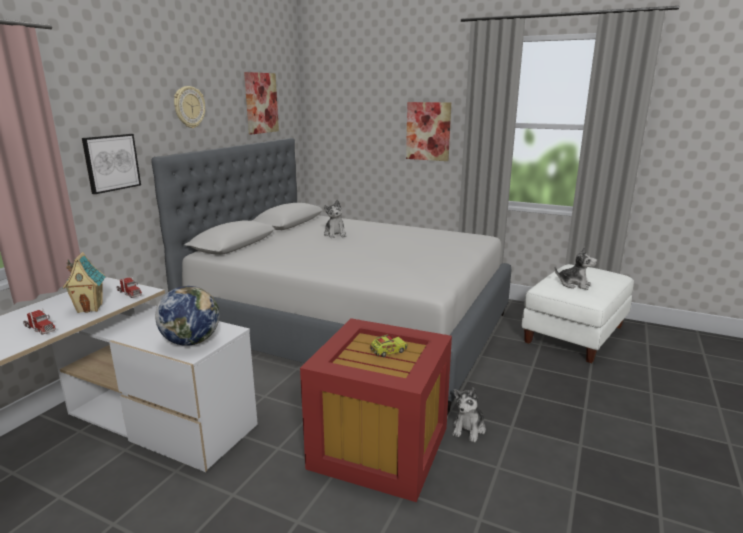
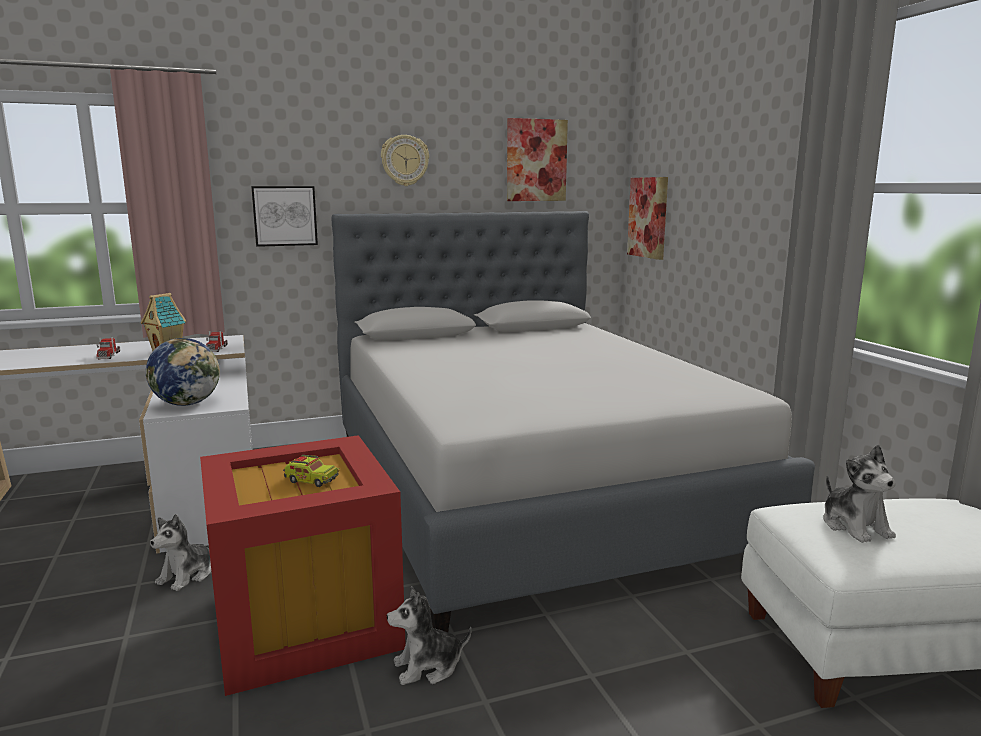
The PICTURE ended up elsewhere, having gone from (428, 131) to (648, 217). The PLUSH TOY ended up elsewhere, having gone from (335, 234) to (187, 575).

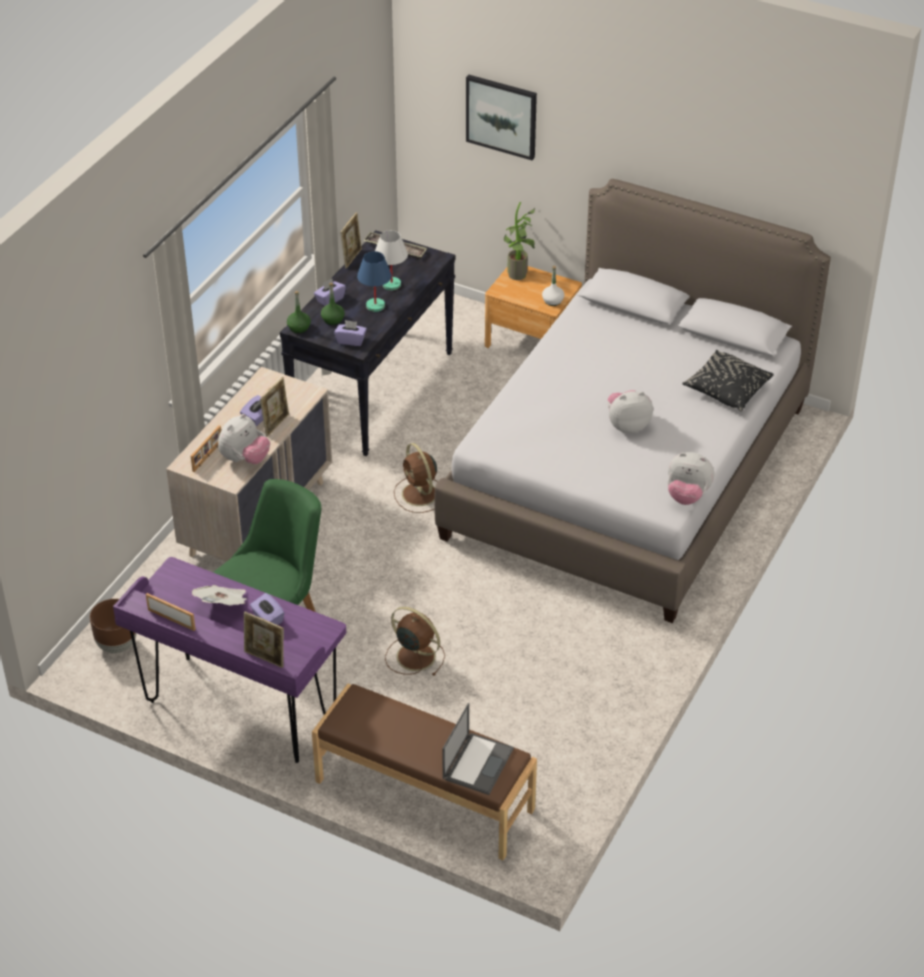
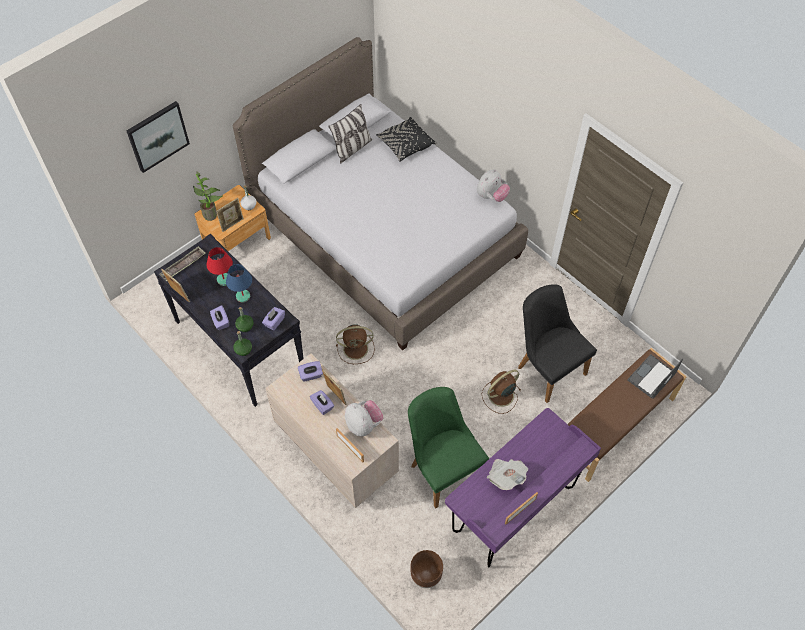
What was the WHITE TABLE LAMP at (392, 285) turned into the RED TABLE LAMP at (224, 280). The second view lost the PLUSH TOY at (627, 425). The PURPLE TISSUE BOX ended up elsewhere, having gone from (267, 619) to (311, 375). The PICTURE FRAME ended up elsewhere, having gone from (265, 658) to (232, 224). The LAPTOP at (478, 763) ended up facing another way, 90 degrees counterclockwise from before. The second view gained the PILLOW at (352, 149). The second view gained the BLACK CHAIR at (547, 366).

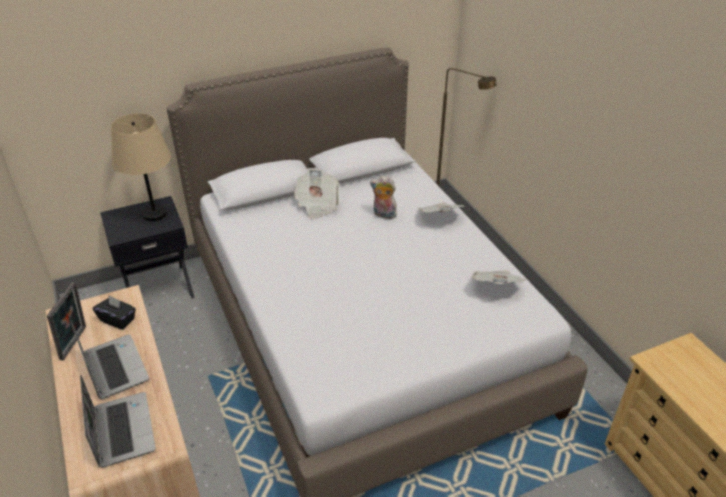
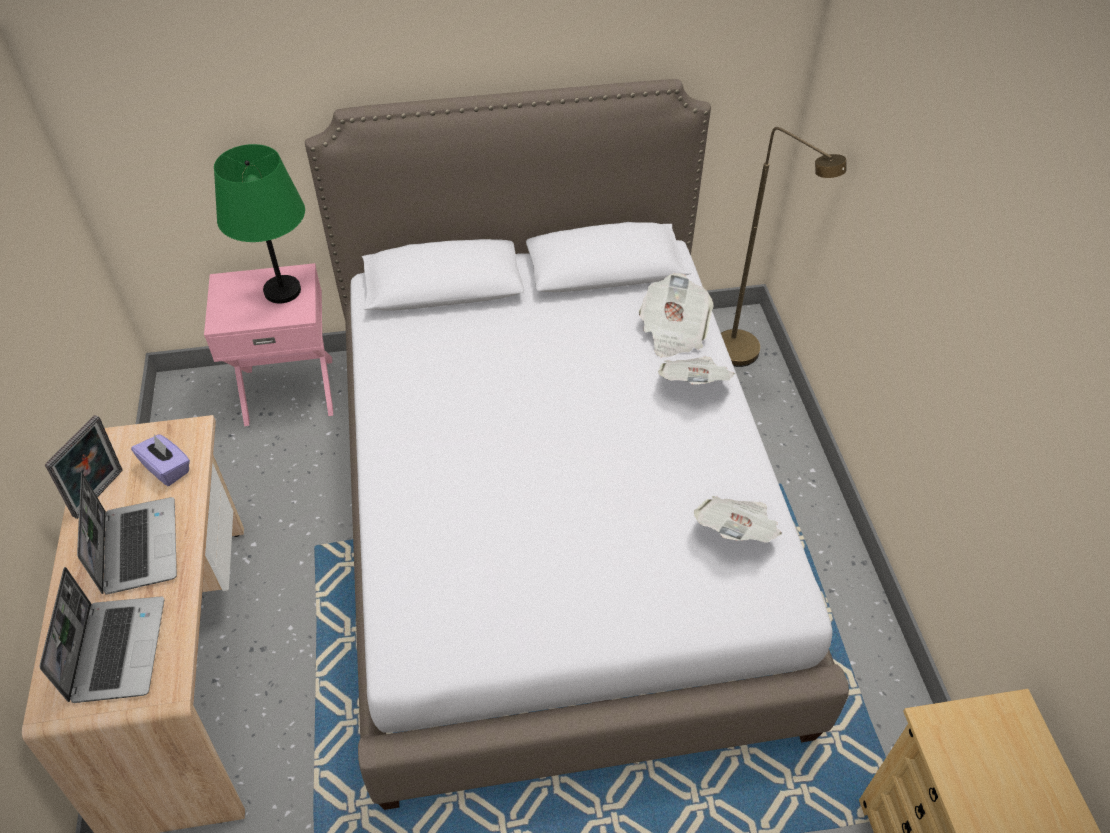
What was the BEIGE TABLE LAMP at (154, 214) turned into the GREEN TABLE LAMP at (282, 291). The NEWSPAPER ended up elsewhere, having gone from (317, 205) to (673, 331). The second view lost the PLUSH TOY at (383, 215). What was the BLACK NIGHTSTAND at (158, 287) turned into the PINK NIGHTSTAND at (289, 389). What was the BLACK TISSUE BOX at (118, 320) turned into the PURPLE TISSUE BOX at (167, 468).

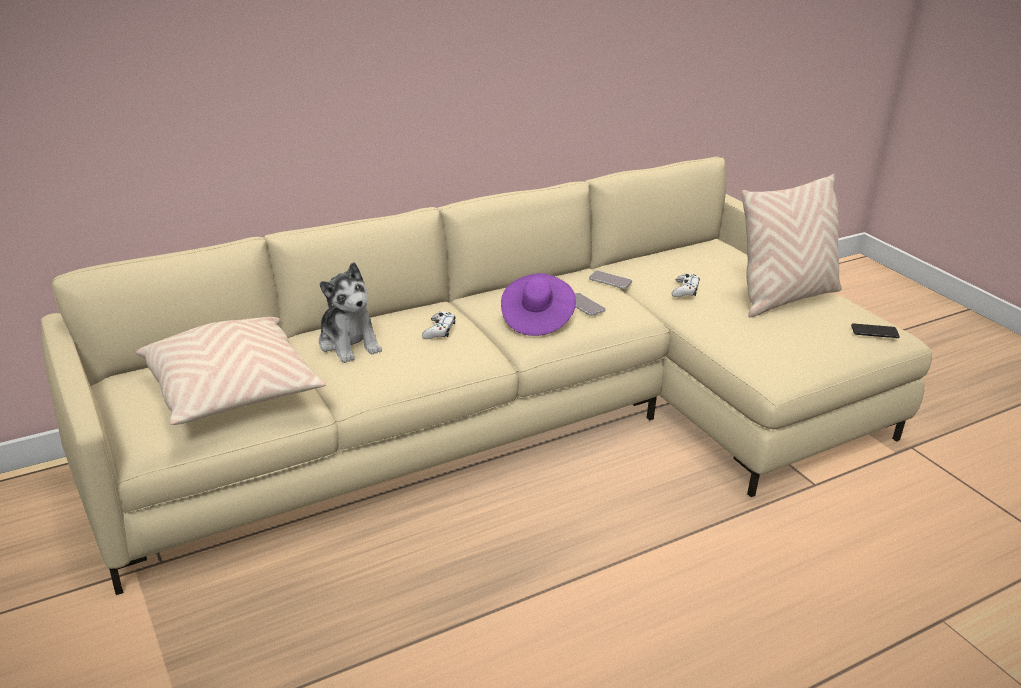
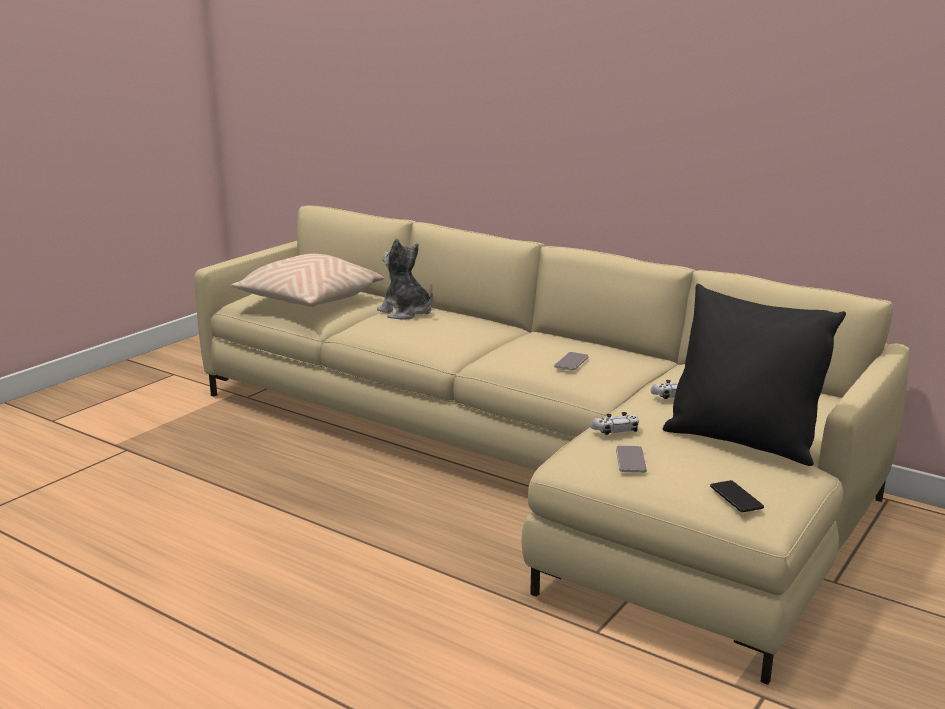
What was the BEIGE PILLOW at (784, 298) turned into the BLACK PILLOW at (741, 442). The PLUSH TOY at (349, 343) ended up facing another way, 105 degrees clockwise from before. The PHONE ended up elsewhere, having gone from (610, 280) to (631, 460). The second view lost the PURPLE HAT at (536, 319). The WHITE GAME CONTROLLER ended up elsewhere, having gone from (439, 330) to (615, 430).

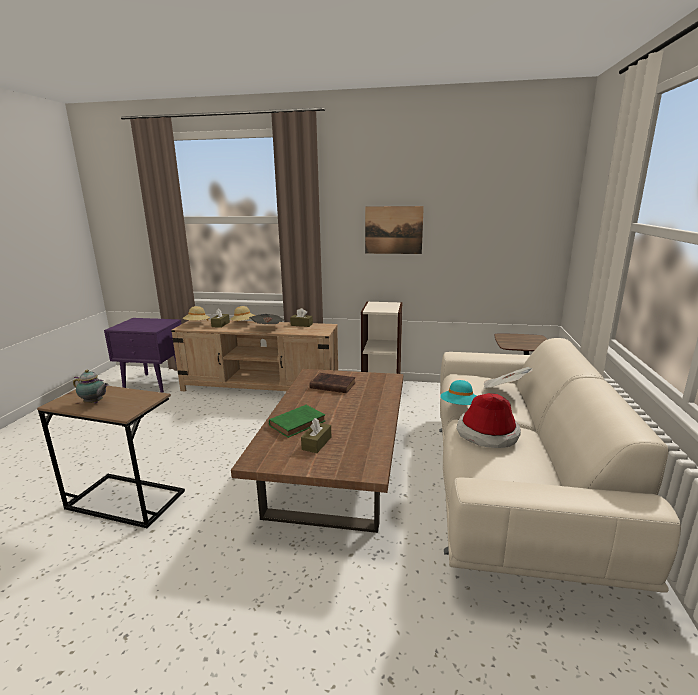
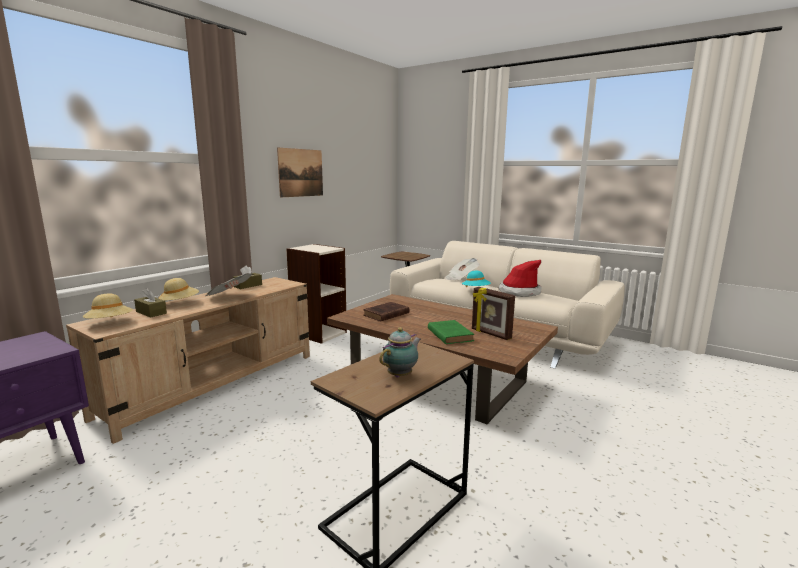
Where the BROWN TISSUE BOX stood at (316, 443), the PICTURE FRAME came to stand at (490, 334).

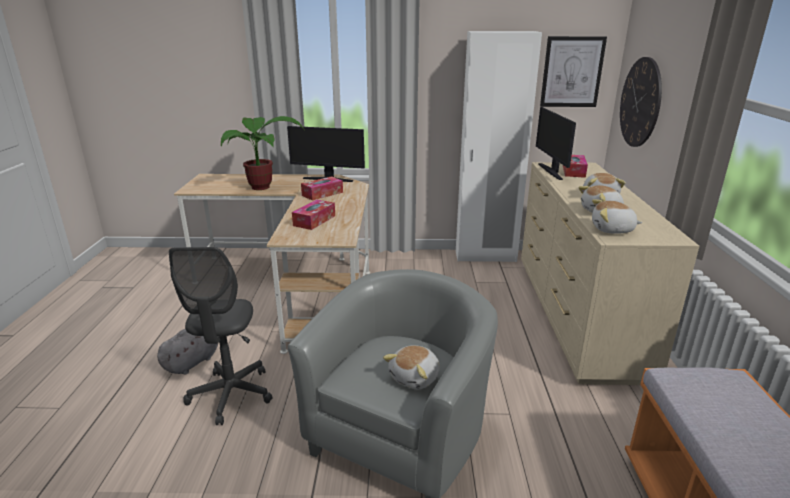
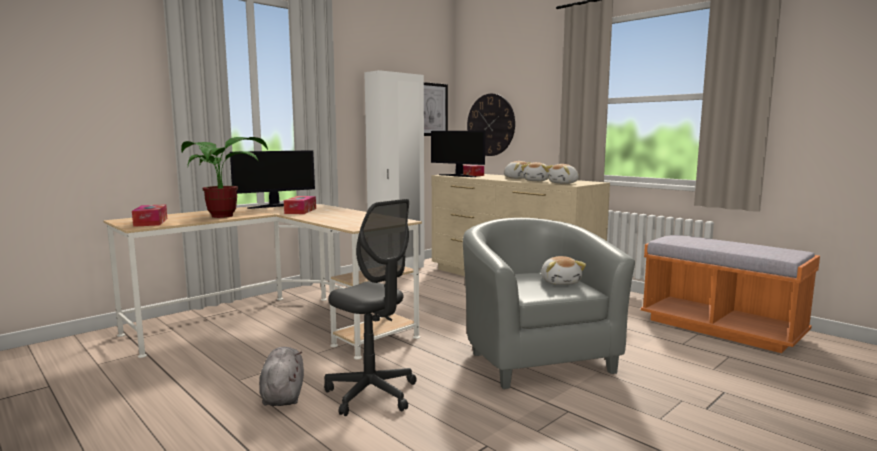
The TISSUE BOX ended up elsewhere, having gone from (314, 220) to (151, 222).

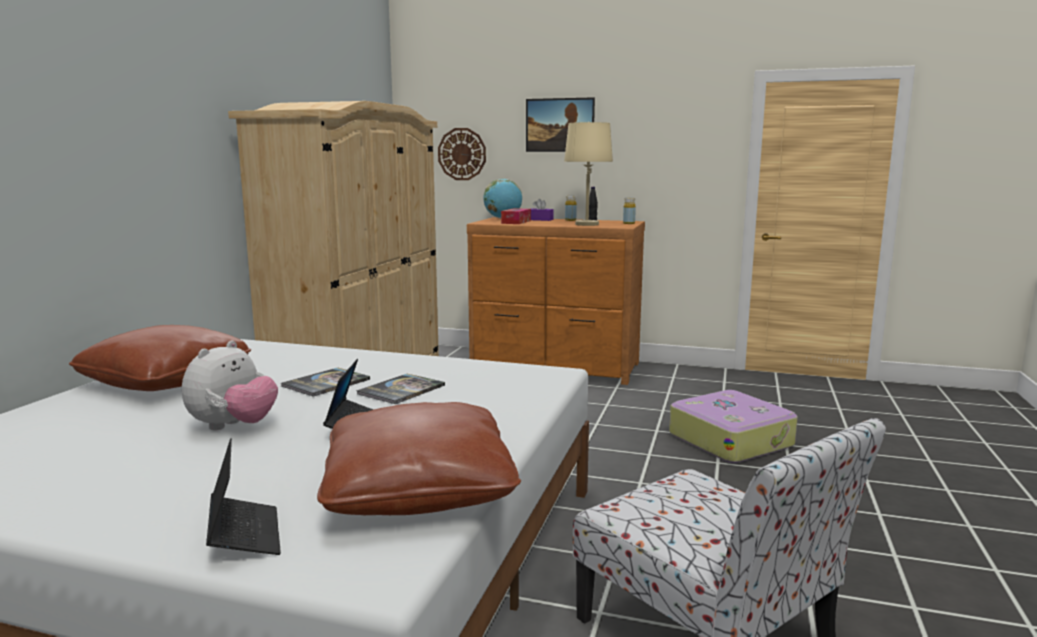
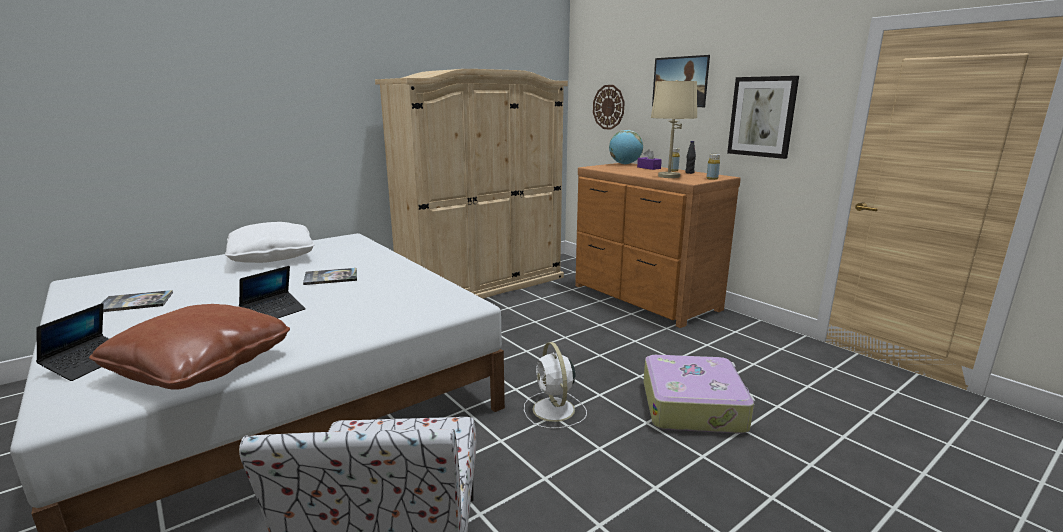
The second view lost the TISSUE BOX at (516, 222). What was the BROWN PILLOW at (166, 381) turned into the WHITE PILLOW at (272, 257). The second view lost the PLUSH TOY at (233, 426). The BOOK ended up elsewhere, having gone from (401, 390) to (135, 302). The second view gained the PICTURE at (762, 117). The second view gained the WHITE FAN at (554, 410).

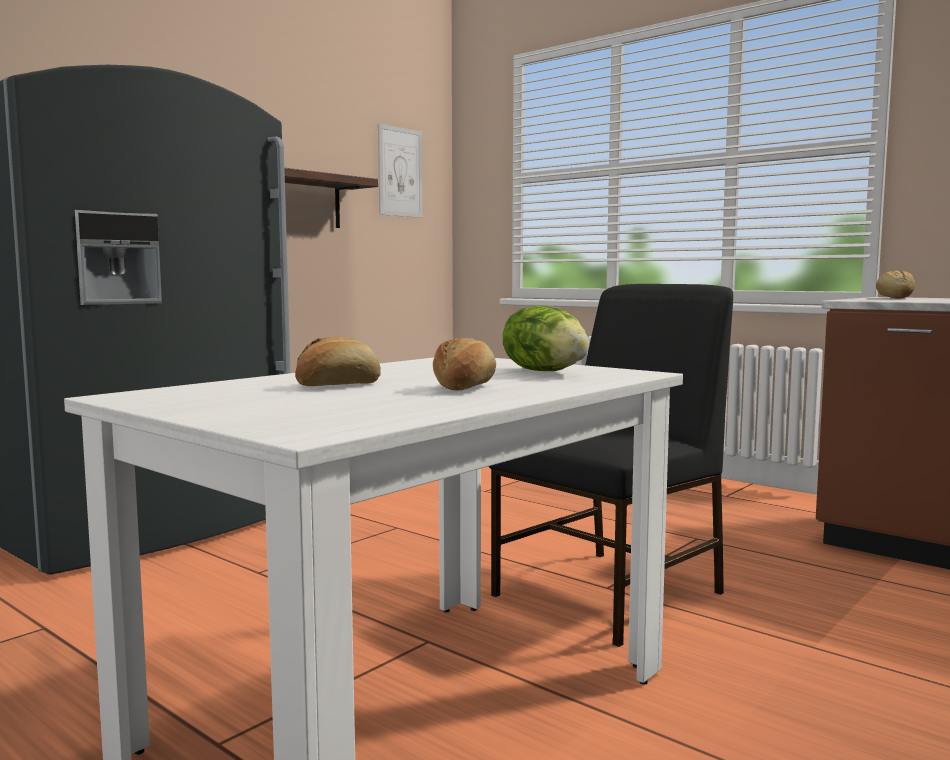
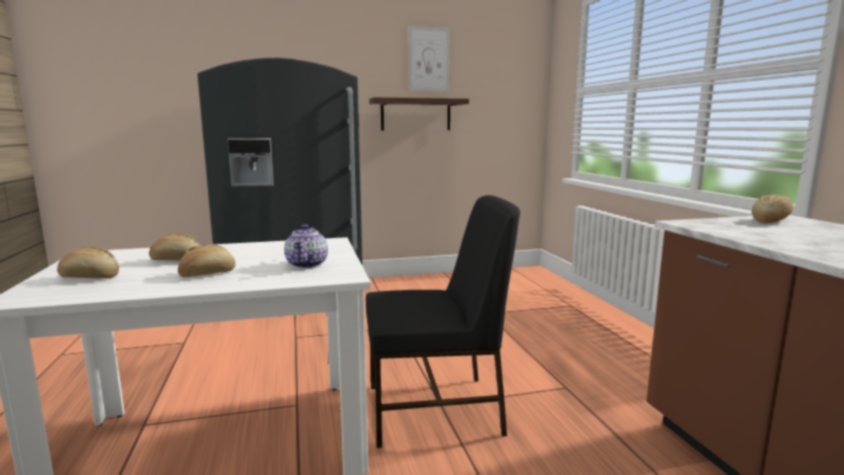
The PICTURE ended up elsewhere, having gone from (400, 172) to (428, 59). Where the LETTUCE stood at (546, 371), the TEAPOT came to stand at (307, 264). The second view gained the BREAD at (90, 277).

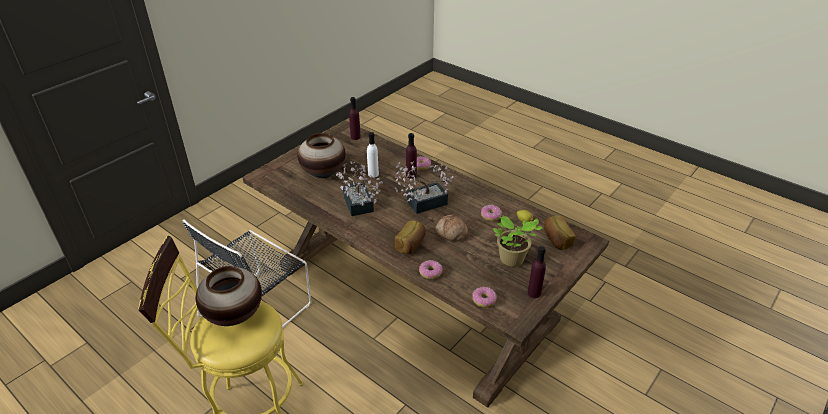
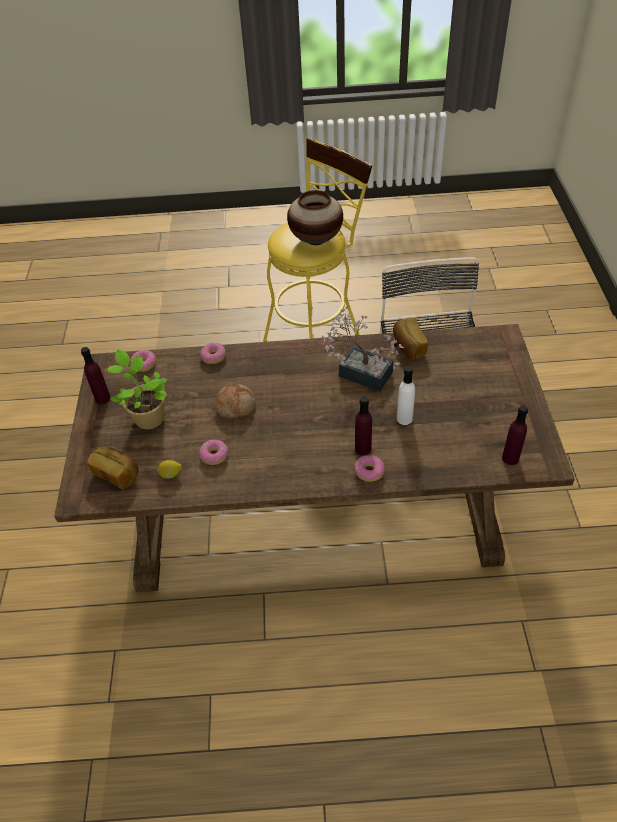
The second view lost the VASE at (323, 173). The second view lost the POTTED PLANT at (422, 203). The BREAD ended up elsewhere, having gone from (411, 244) to (408, 347).

